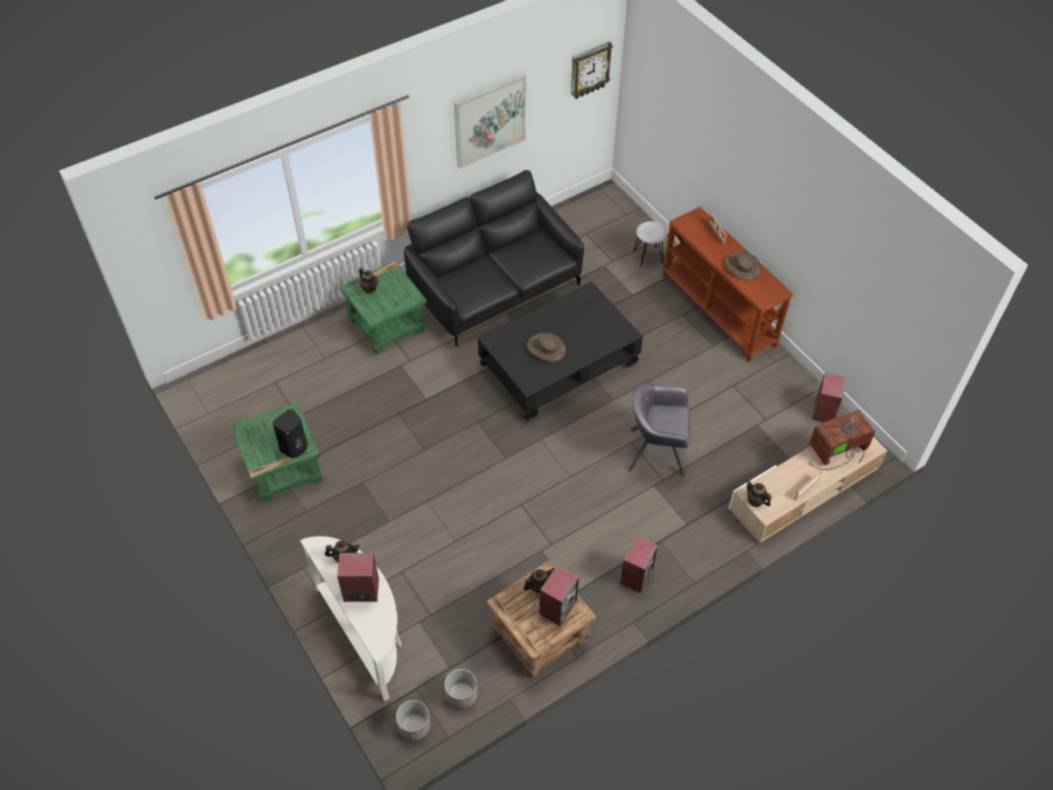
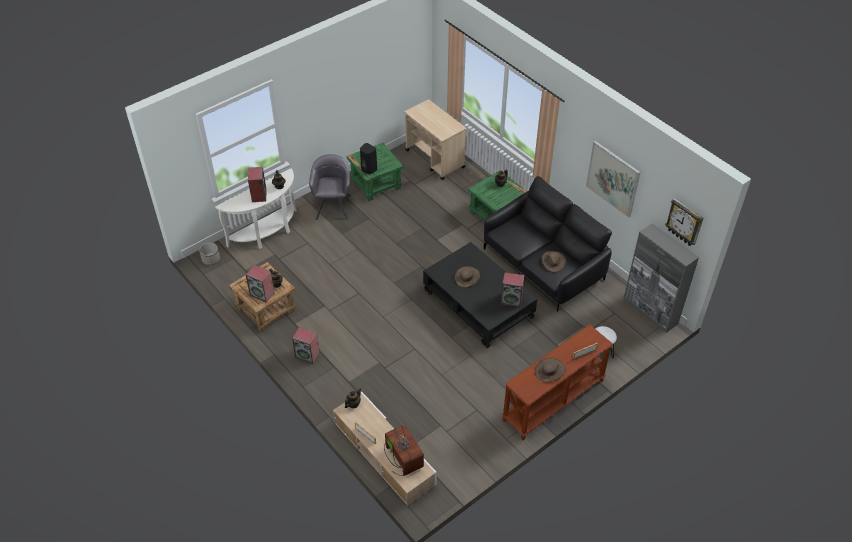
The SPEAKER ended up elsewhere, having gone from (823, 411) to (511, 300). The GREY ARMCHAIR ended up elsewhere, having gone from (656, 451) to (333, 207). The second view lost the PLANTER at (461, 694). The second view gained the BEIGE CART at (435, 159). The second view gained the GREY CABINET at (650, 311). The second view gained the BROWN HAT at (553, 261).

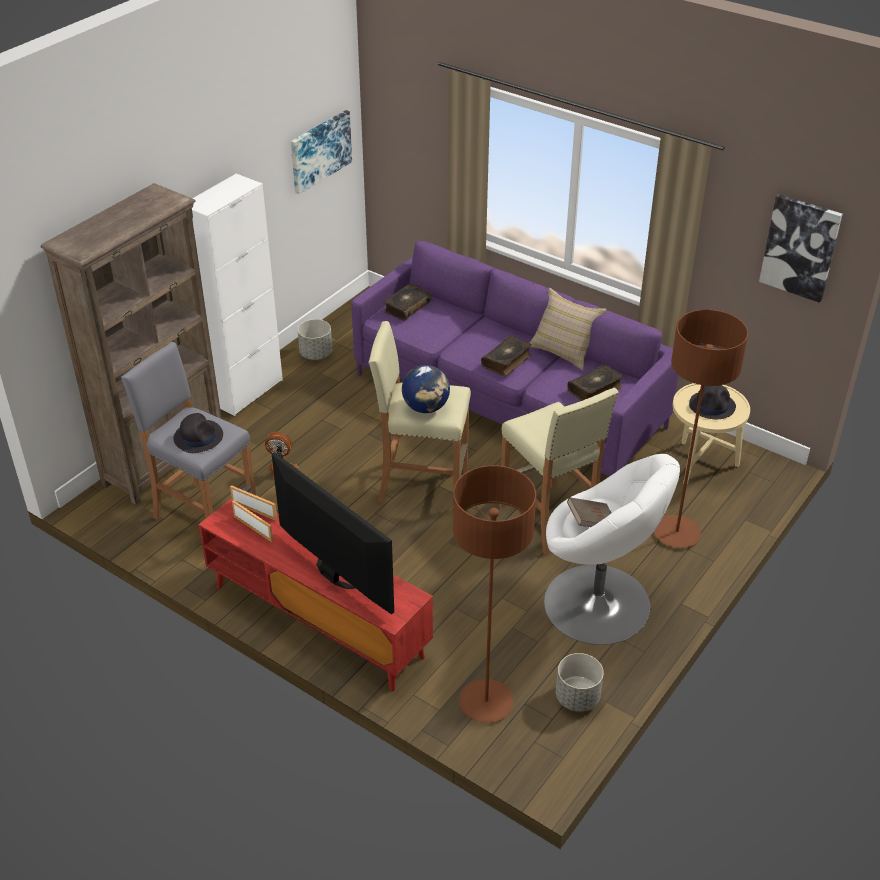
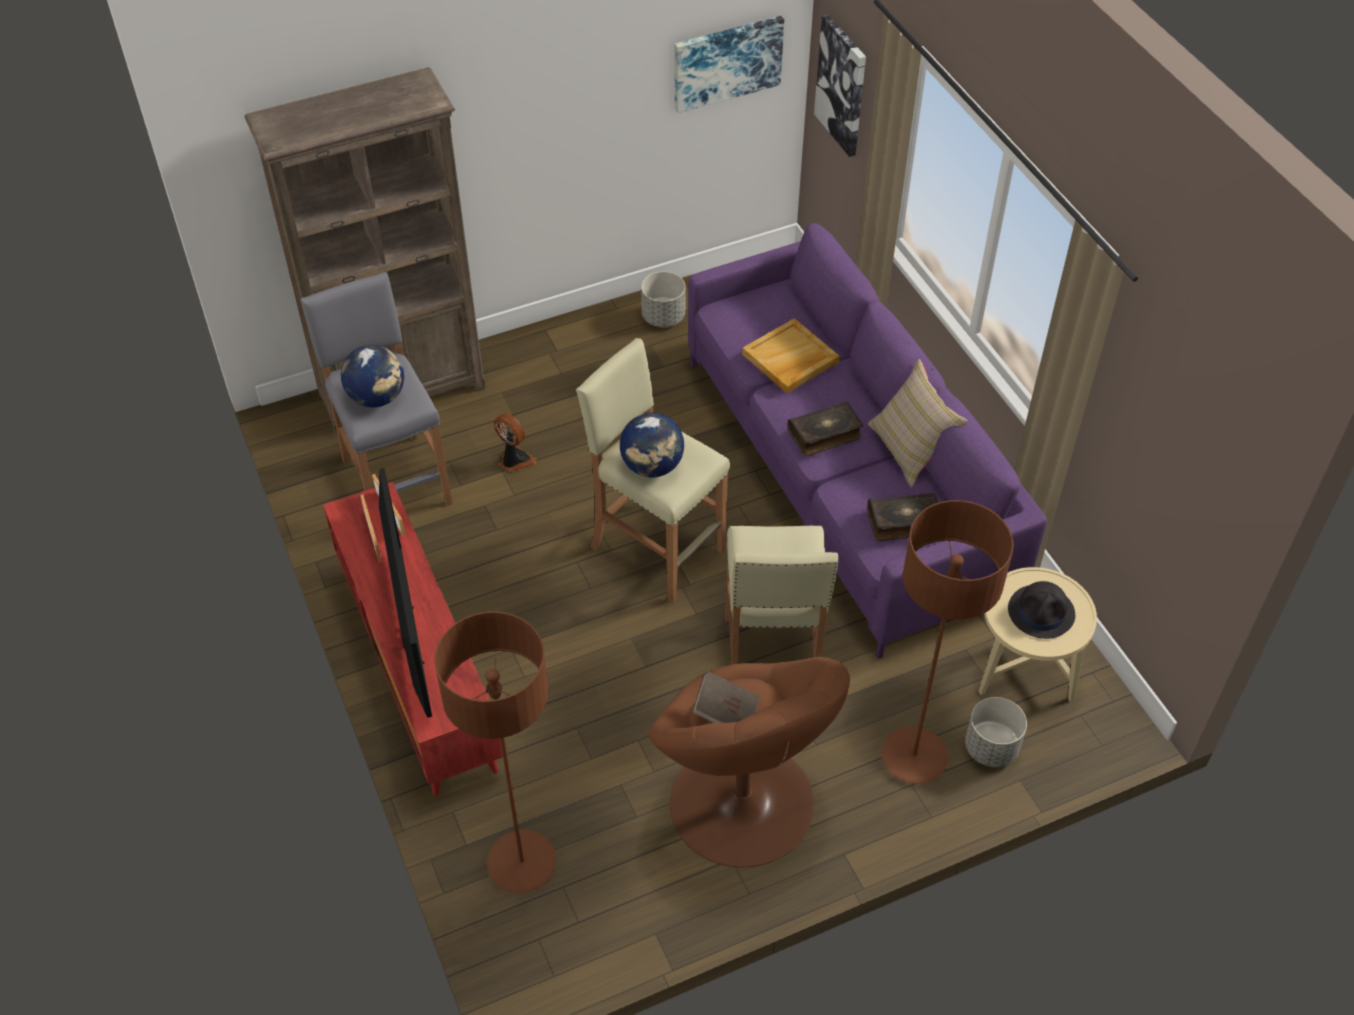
The second view lost the WHITE CABINET at (247, 392). The PICTURE ended up elsewhere, having gone from (800, 247) to (842, 85). The second view lost the BOOK at (406, 307). Where the BLACK HAT stood at (198, 437), the GLOBE came to stand at (377, 397). What was the WHITE ARMCHAIR at (598, 605) turned into the BROWN ARMCHAIR at (742, 805). The GREY PLANTER ended up elsewhere, having gone from (577, 697) to (991, 748). The second view gained the BEIGE TRAY at (790, 359).

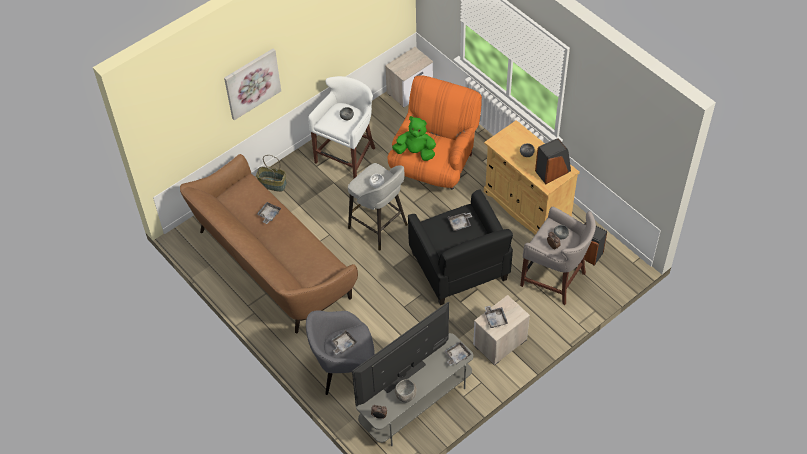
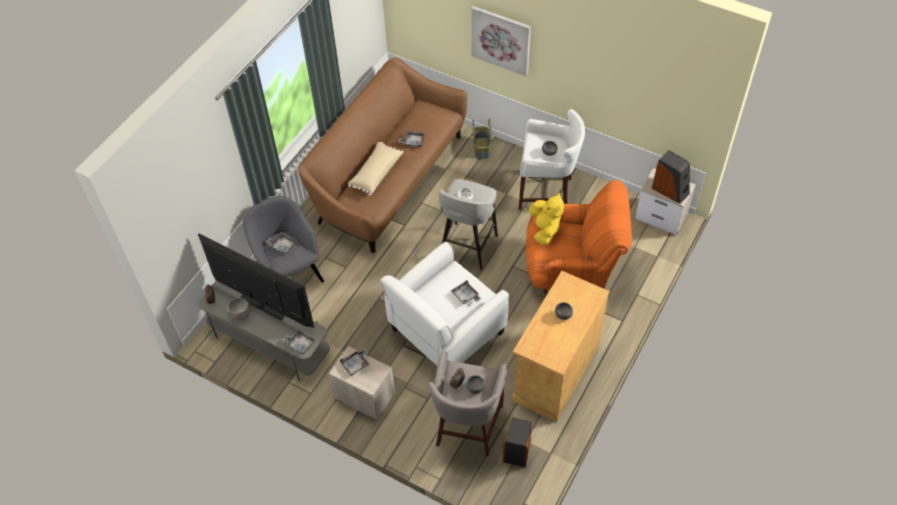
What was the GREEN PLUSH TOY at (415, 152) turned into the YELLOW PLUSH TOY at (545, 229). The SPEAKER ended up elsewhere, having gone from (553, 171) to (670, 190). What was the BLACK ARMCHAIR at (459, 267) turned into the WHITE ARMCHAIR at (446, 332). The second view gained the BEIGE PILLOW at (375, 173).

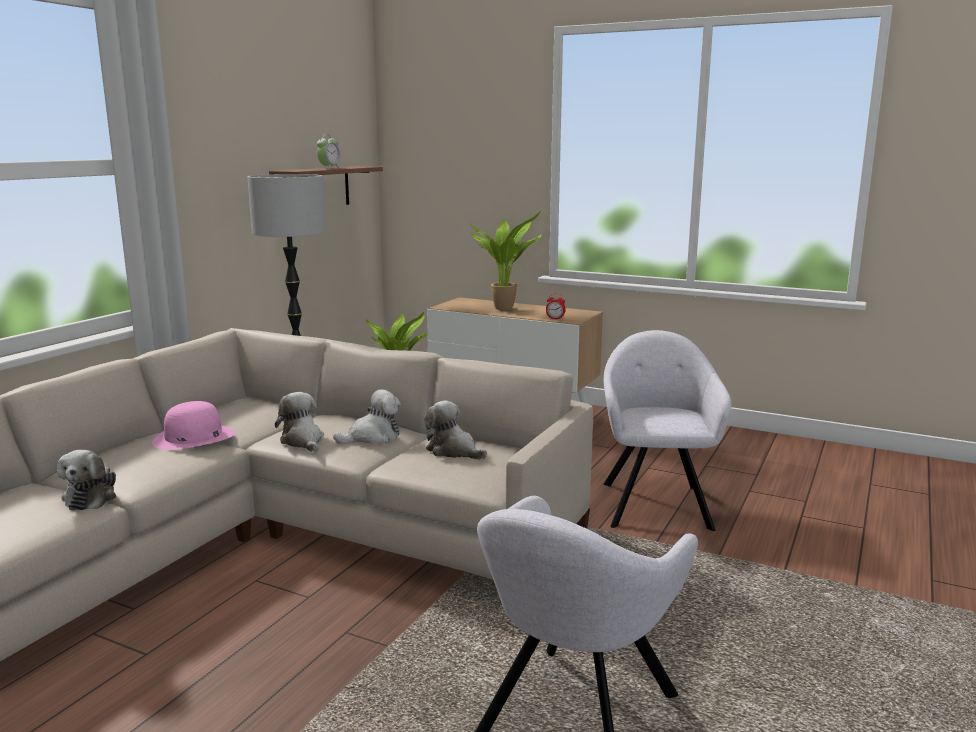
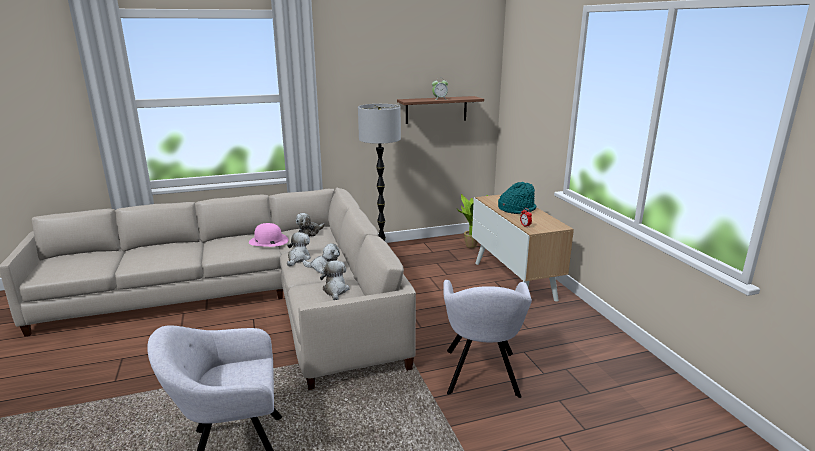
Where the POTTED PLANT stood at (506, 308), the TURQUOISE HAT came to stand at (516, 209). The GREY ARMCHAIR at (655, 502) ended up facing another way, 135 degrees clockwise from before. The PLUSH TOY ended up elsewhere, having gone from (91, 497) to (309, 233).

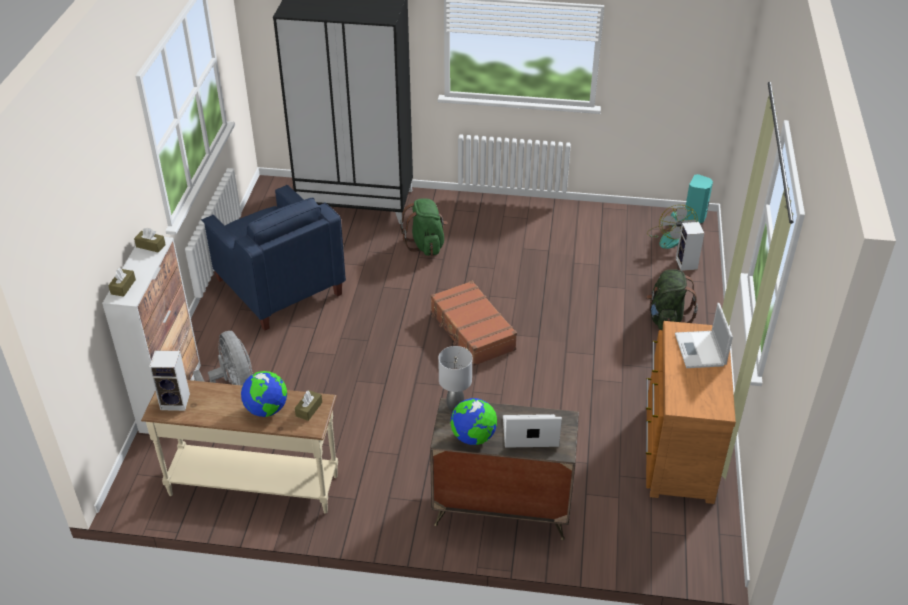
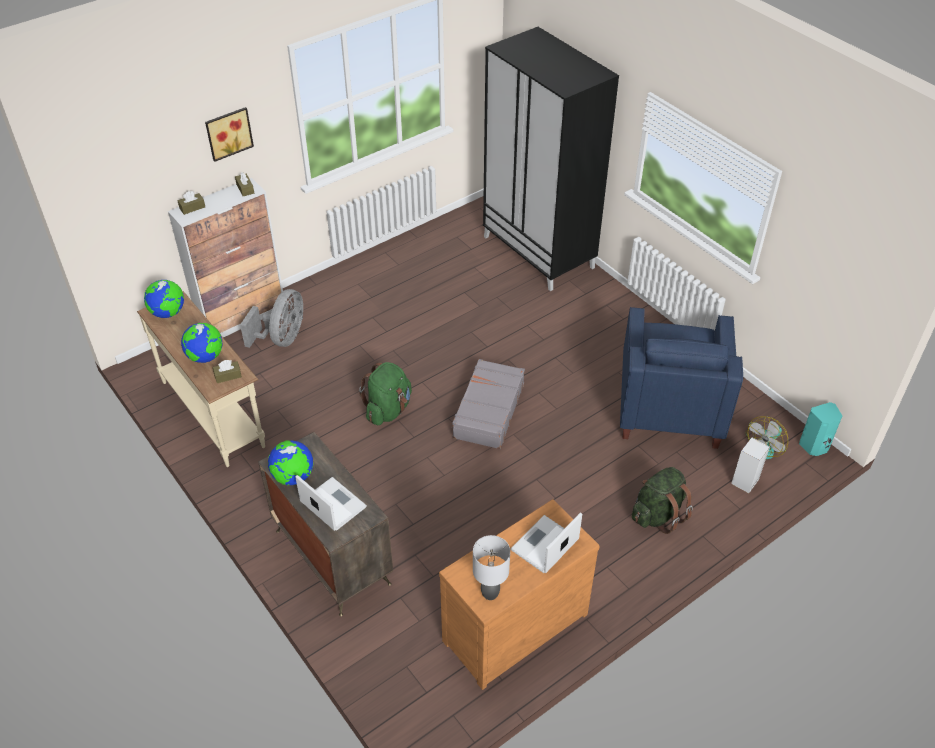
The BLUE ARMCHAIR ended up elsewhere, having gone from (278, 287) to (669, 405). The GREEN BACKPACK ended up elsewhere, having gone from (426, 245) to (388, 410). What was the BROWN SUITCASE at (472, 331) turned into the GREY SUITCASE at (488, 411). The GREY TABLE LAMP ended up elsewhere, having gone from (454, 407) to (489, 593). Where the SPEAKER stood at (176, 401), the GLOBE came to stand at (168, 313). The second view gained the PICTURE at (228, 133).

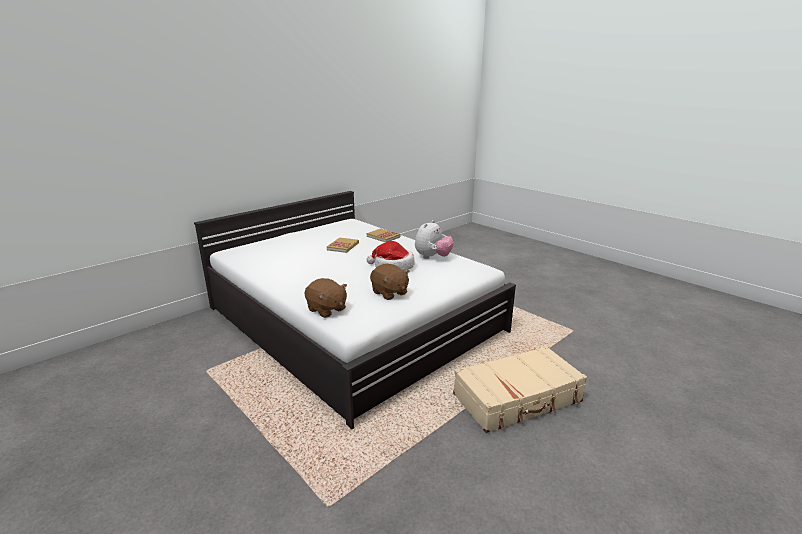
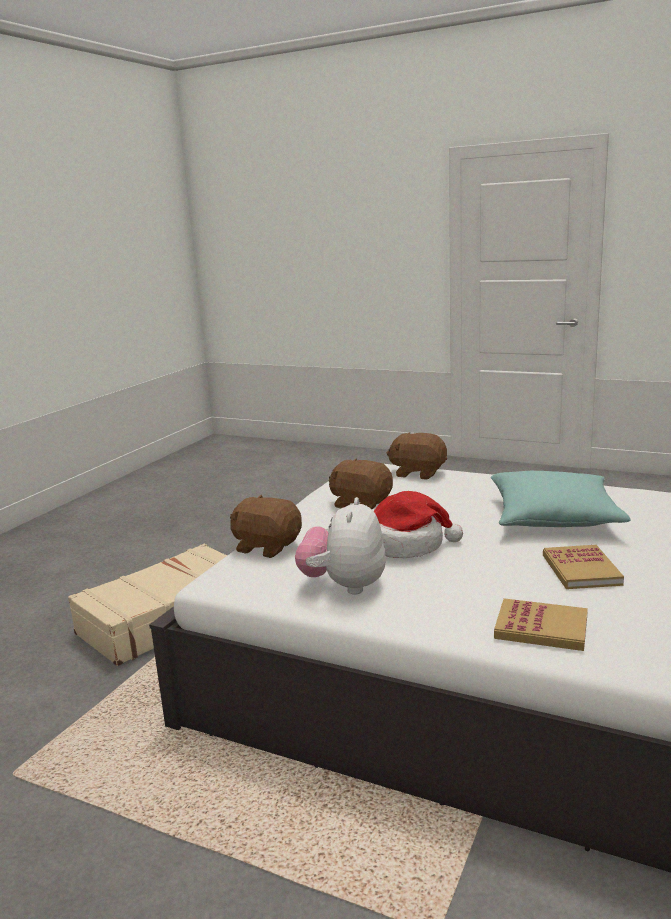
The second view gained the TURQUOISE PILLOW at (554, 518). The second view gained the BROWN PLUSH TOY at (267, 546).

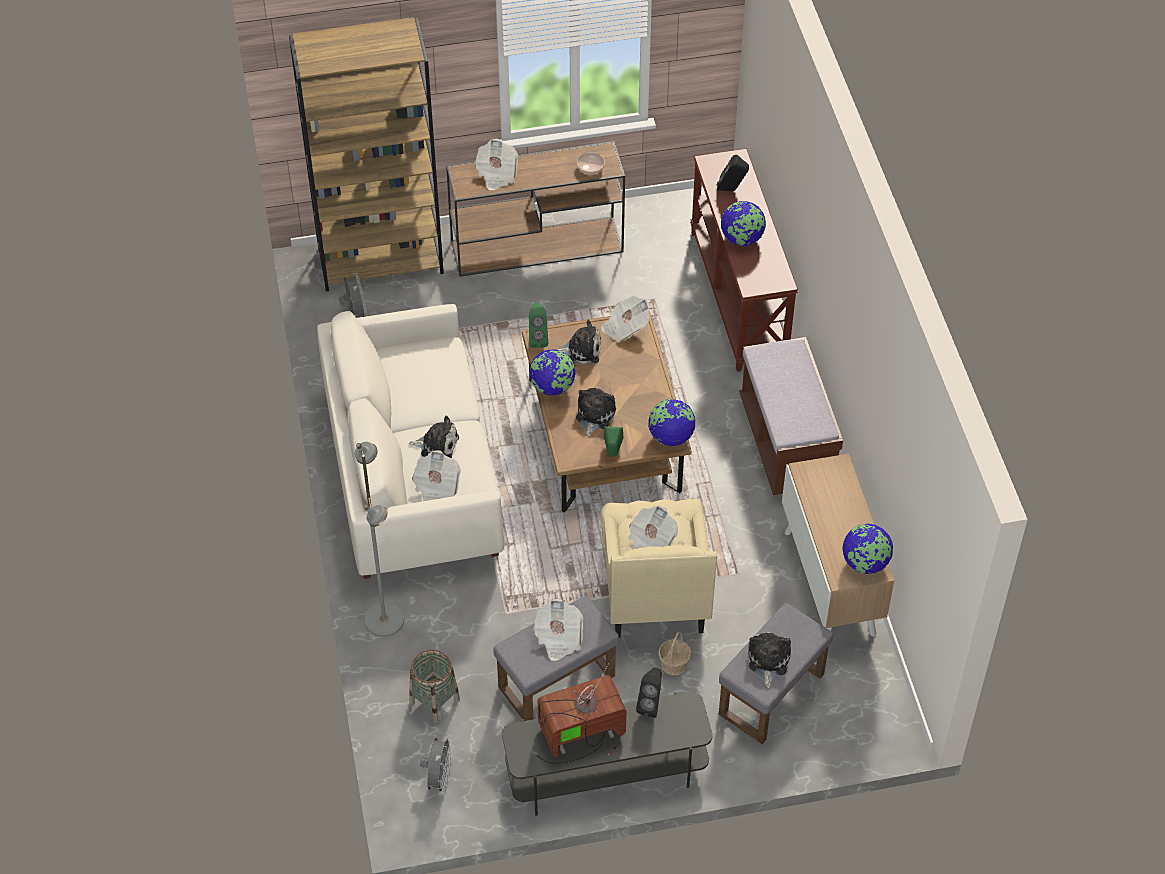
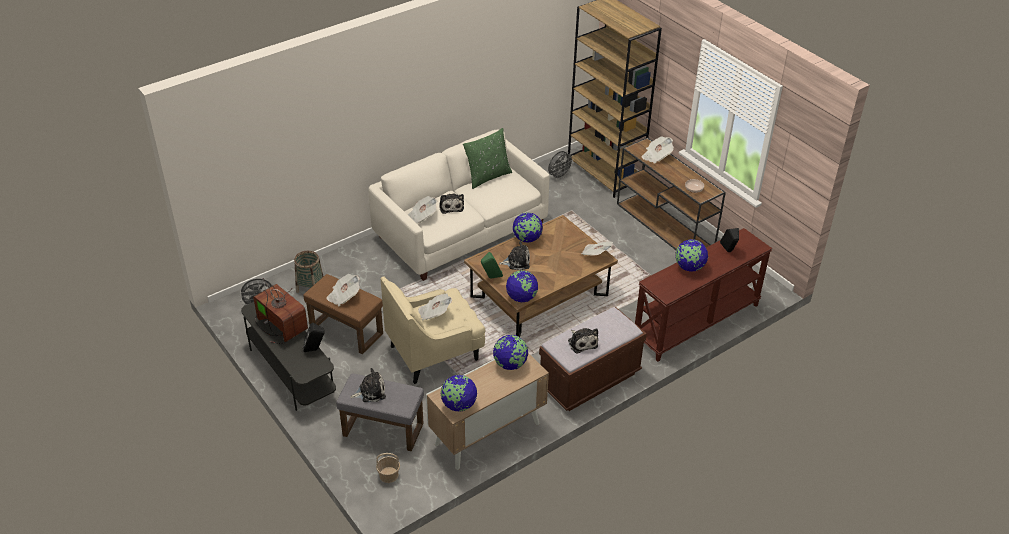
The second view lost the GREEN SPEAKER at (538, 339). The PLUSH TOY ended up elsewhere, having gone from (581, 350) to (582, 342). The second view lost the GREY FLOOR LAMP at (385, 619). What was the GREY OTTOMAN at (557, 680) turned into the BROWN OTTOMAN at (347, 331). The BASKET ended up elsewhere, having gone from (674, 664) to (389, 475). The second view gained the GREEN PILLOW at (487, 176). The second view gained the GLOBE at (510, 364).

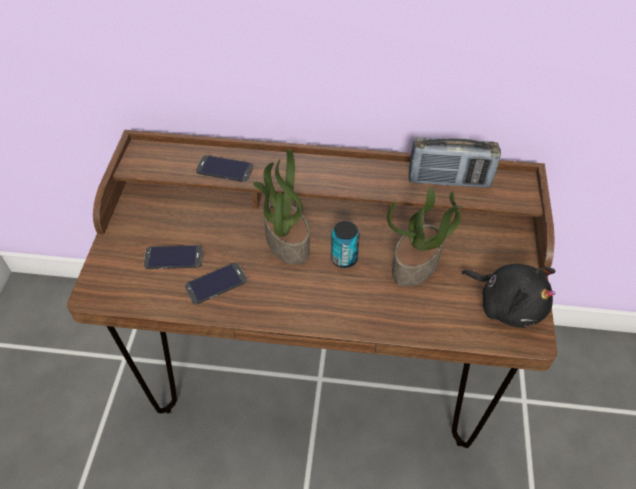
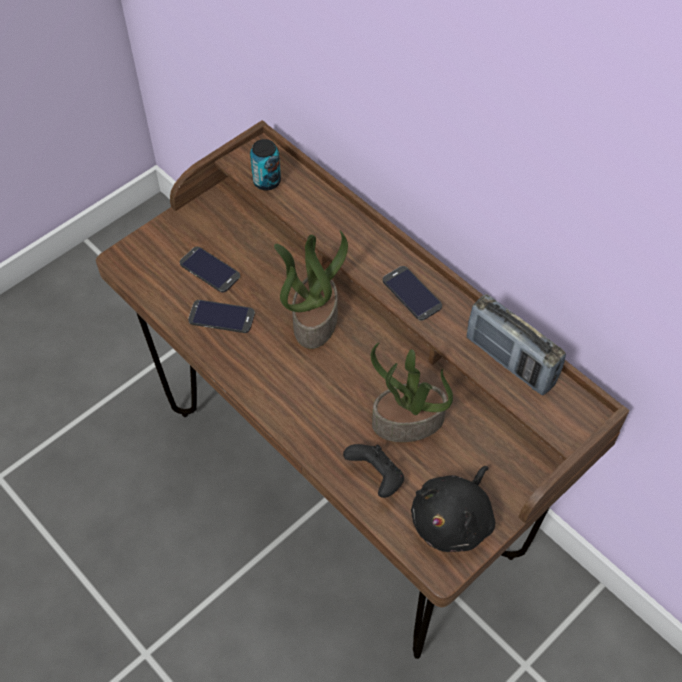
The PHONE ended up elsewhere, having gone from (224, 169) to (412, 293). The CAN ended up elsewhere, having gone from (344, 258) to (267, 181). The BLACK PLUSH TOY at (507, 304) ended up facing another way, 45 degrees clockwise from before. The second view gained the BLACK GAME CONTROLLER at (376, 477).

